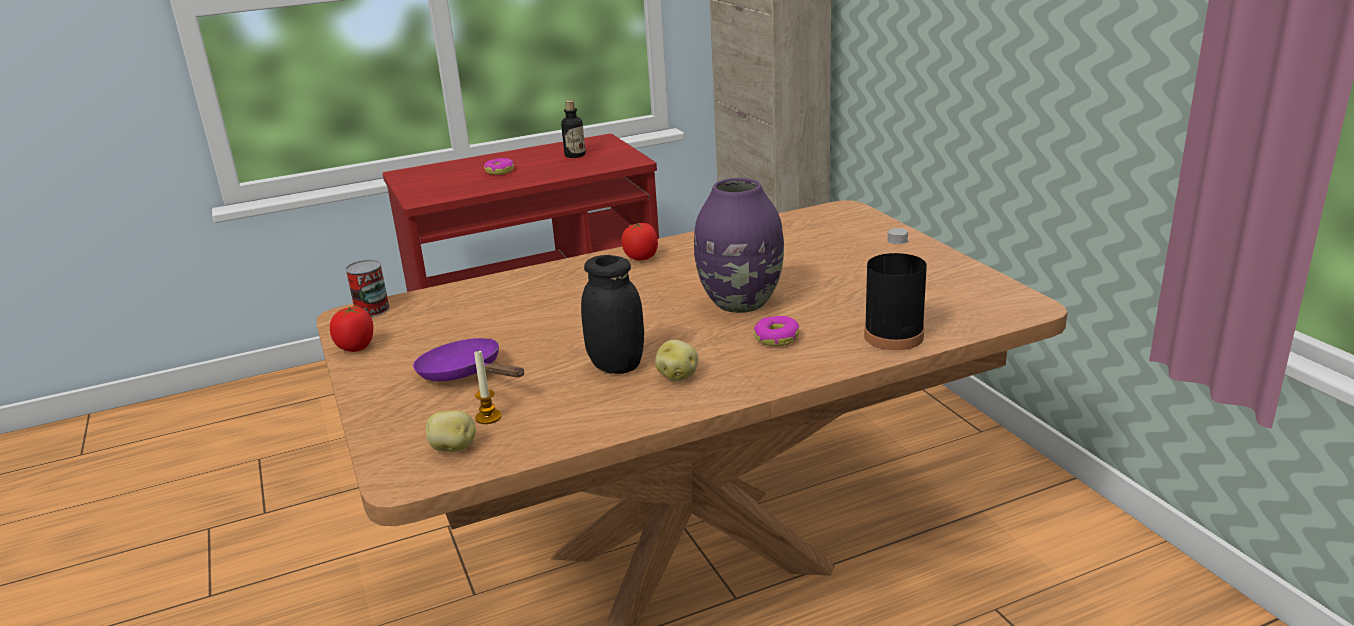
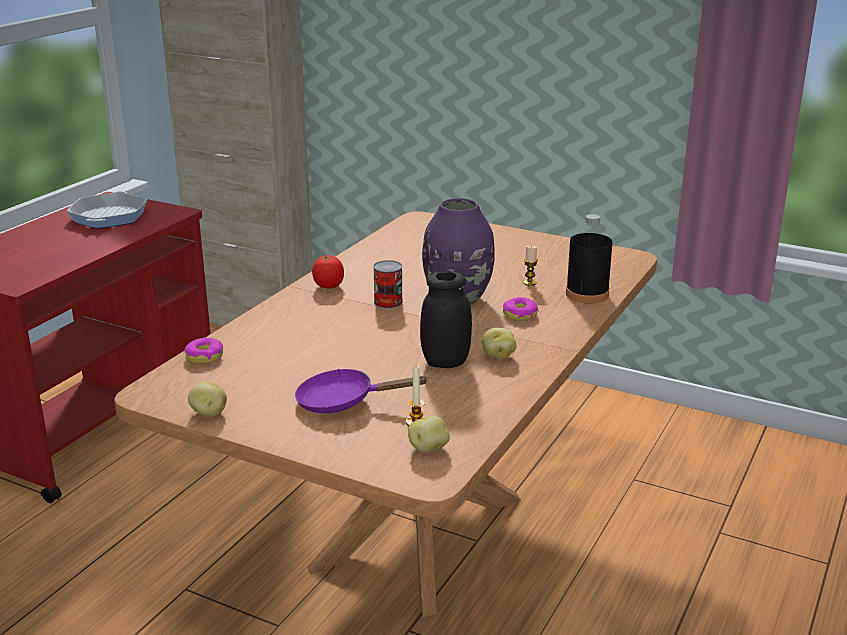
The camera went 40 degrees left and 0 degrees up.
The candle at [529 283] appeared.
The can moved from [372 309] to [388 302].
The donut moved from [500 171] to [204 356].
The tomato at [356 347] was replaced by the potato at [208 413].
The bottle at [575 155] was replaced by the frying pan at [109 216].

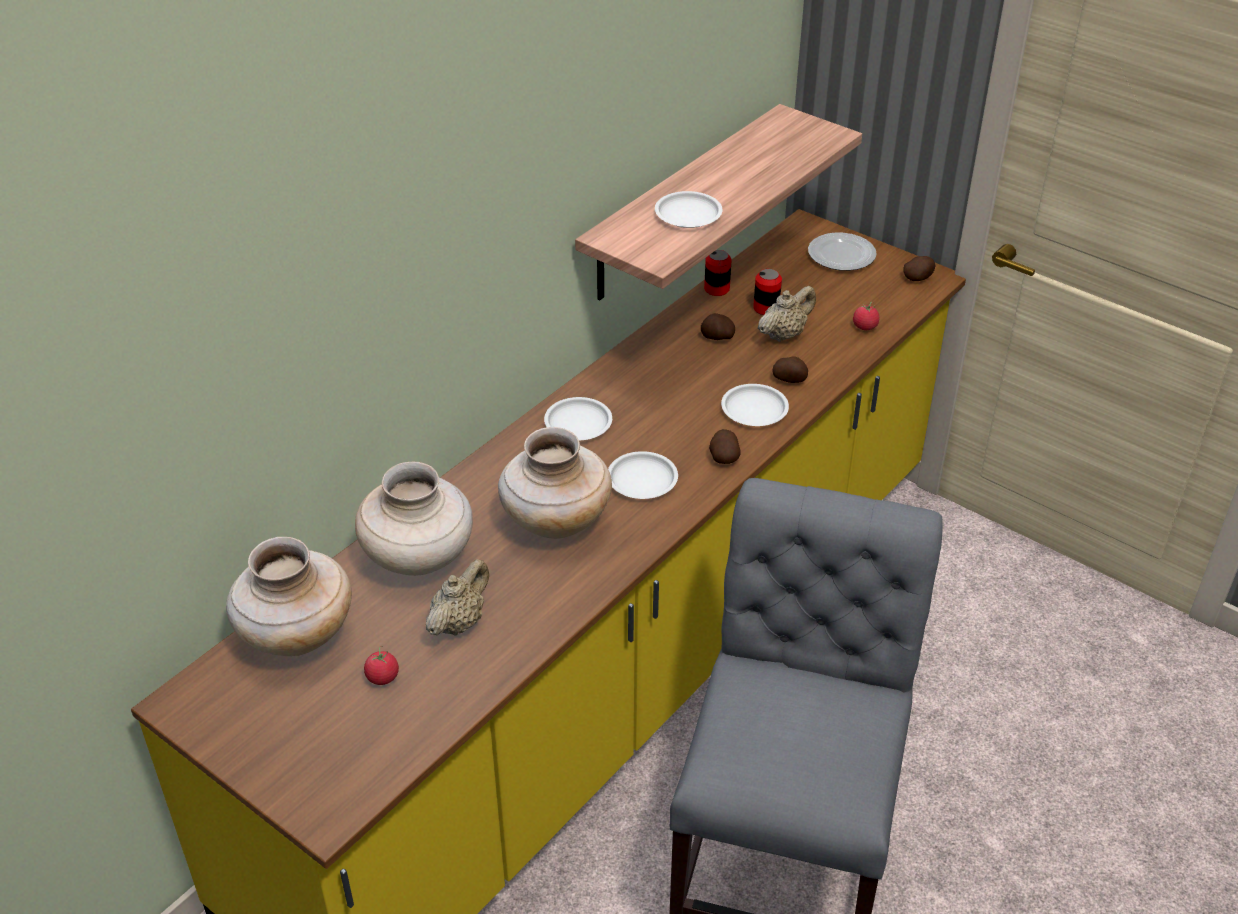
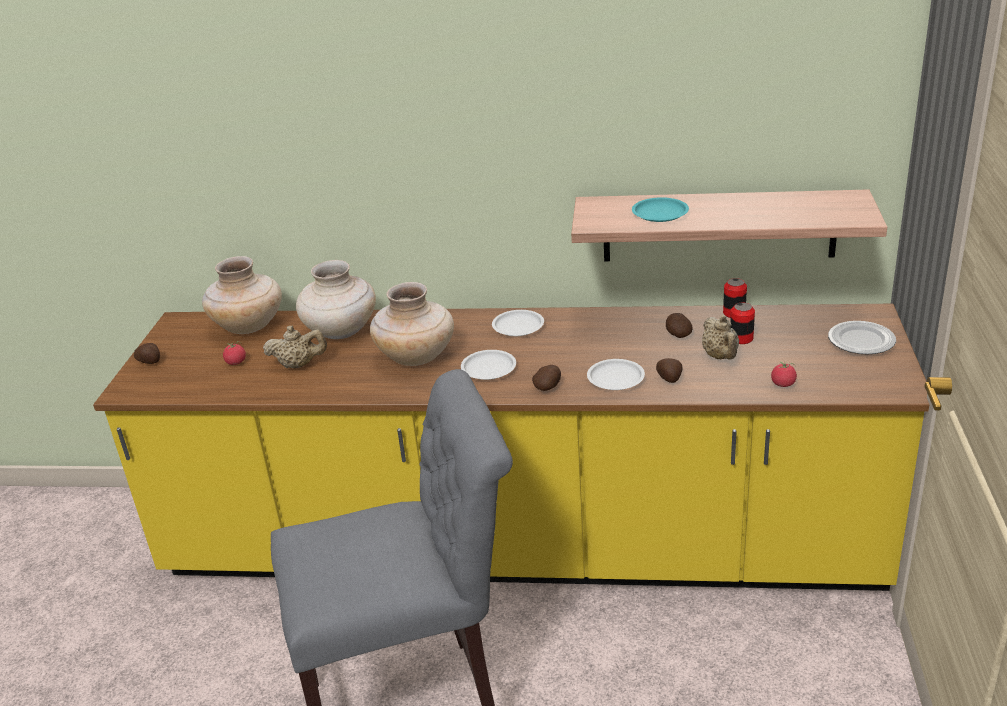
The camera went 60 degrees right and 10 degrees down.
The potato moved from [918 278] to [150 362].
The white plate at [688 214] became the turquoise plate at [660 213].
The beige teapot at [784 334] turned 60 degrees clockwise.

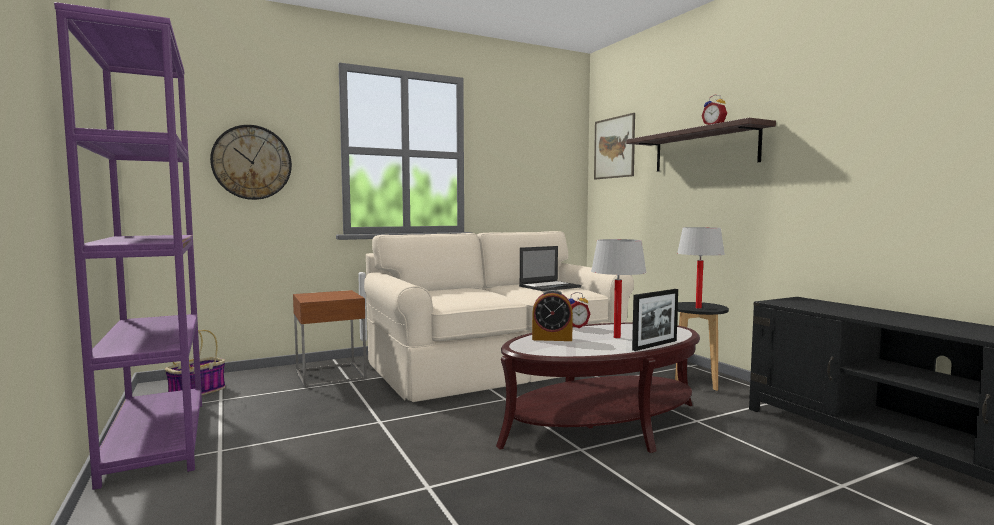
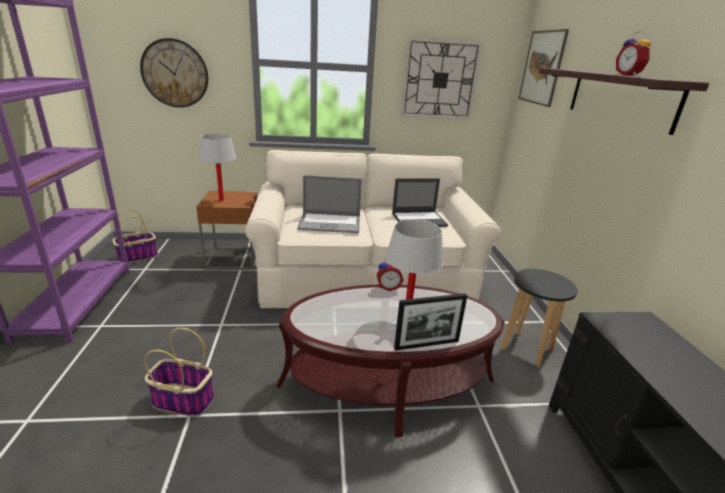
The camera went 20 degrees right and 20 degrees up.
The alarm clock at [552 338] disappeared.
The basket at [182 400] appeared.
The laptop at [329 223] appeared.
The wall clock at [439 80] appeared.
The white table lamp moved from [698 308] to [221 200].

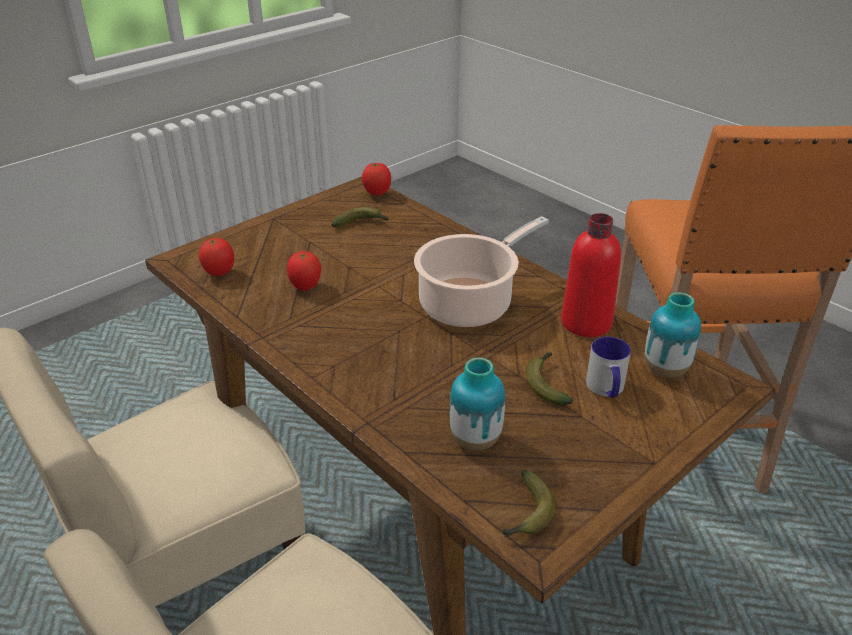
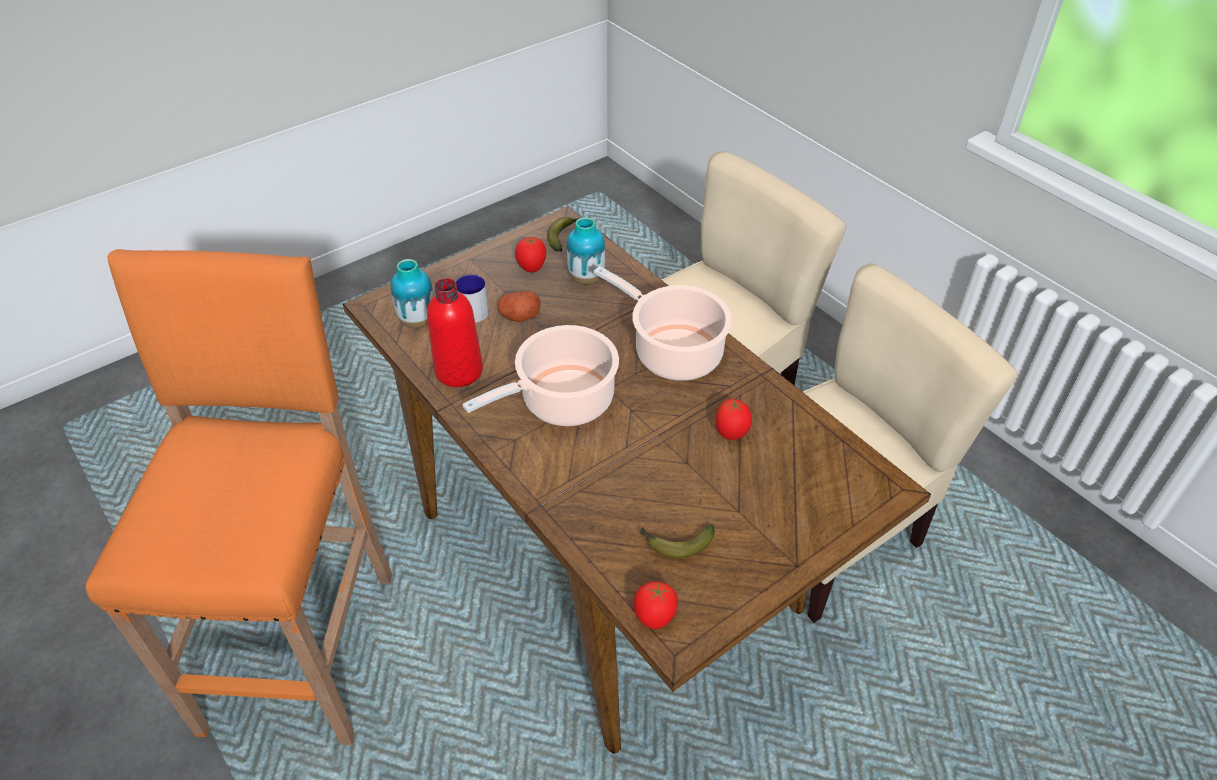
The camera went 175 degrees left and 10 degrees up.
The cooking pot at [673 352] appeared.
The tomato moved from [219 273] to [532 268].
The banana at [547 383] was replaced by the potato at [519 316].

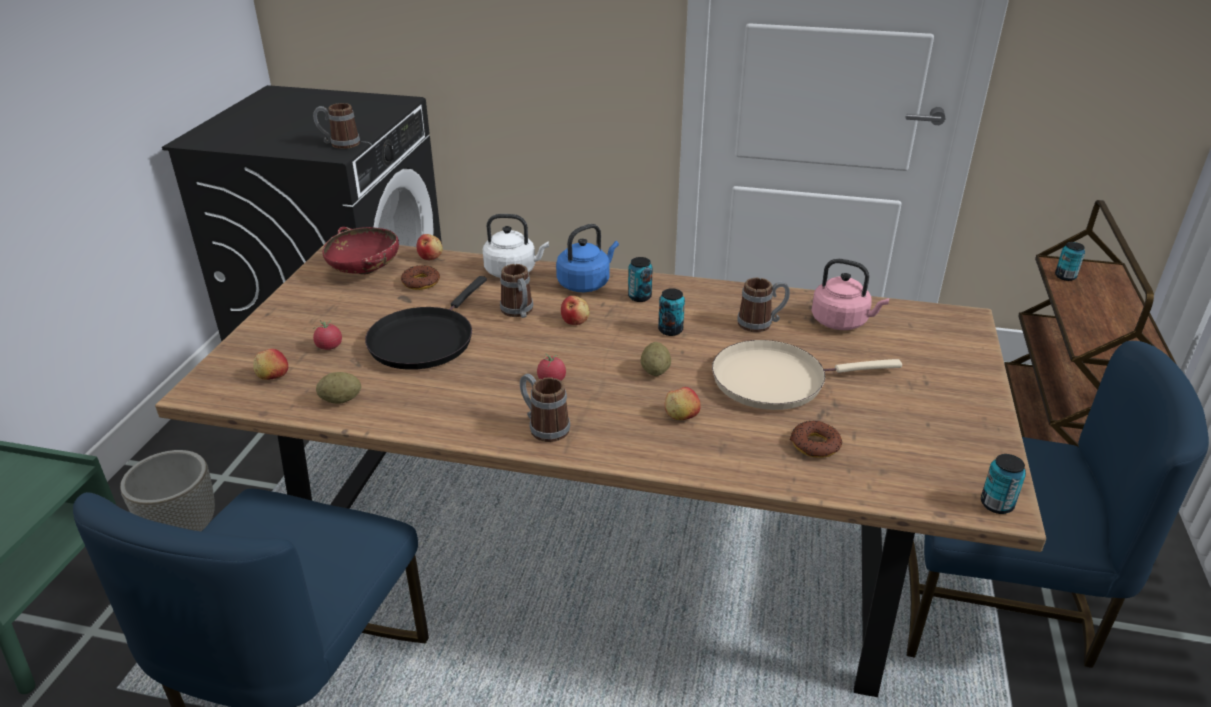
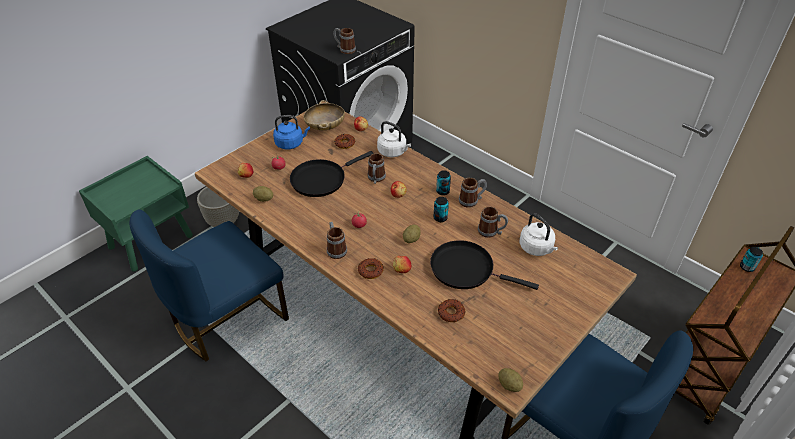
The camera went 30 degrees right and 10 degrees up.
The donut at [370 271] appeared.
The mug at [471 200] appeared.
The blue kettle moved from [586 283] to [291 143].
The can at [996 504] was replaced by the potato at [509 385].
The red bowl at [364 270] became the beige bowl at [325 127].
The beige frying pan at [775 380] became the black frying pan at [466 269].
The pink kettle at [842 322] became the white kettle at [537 248].

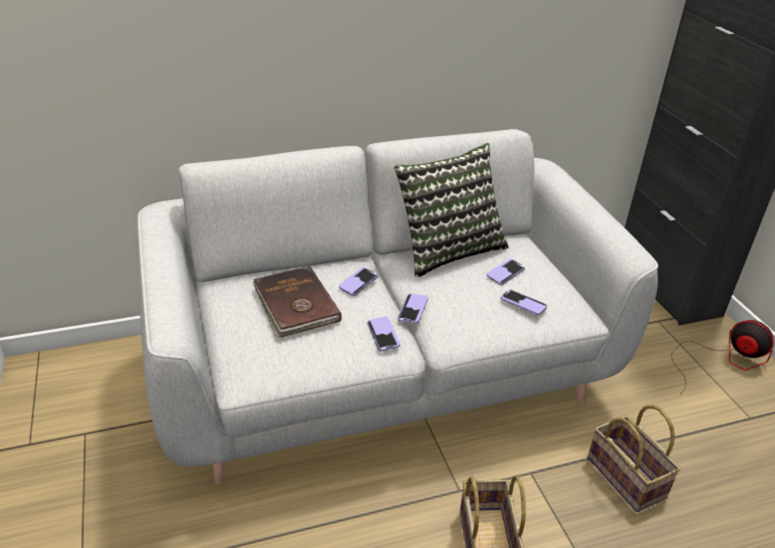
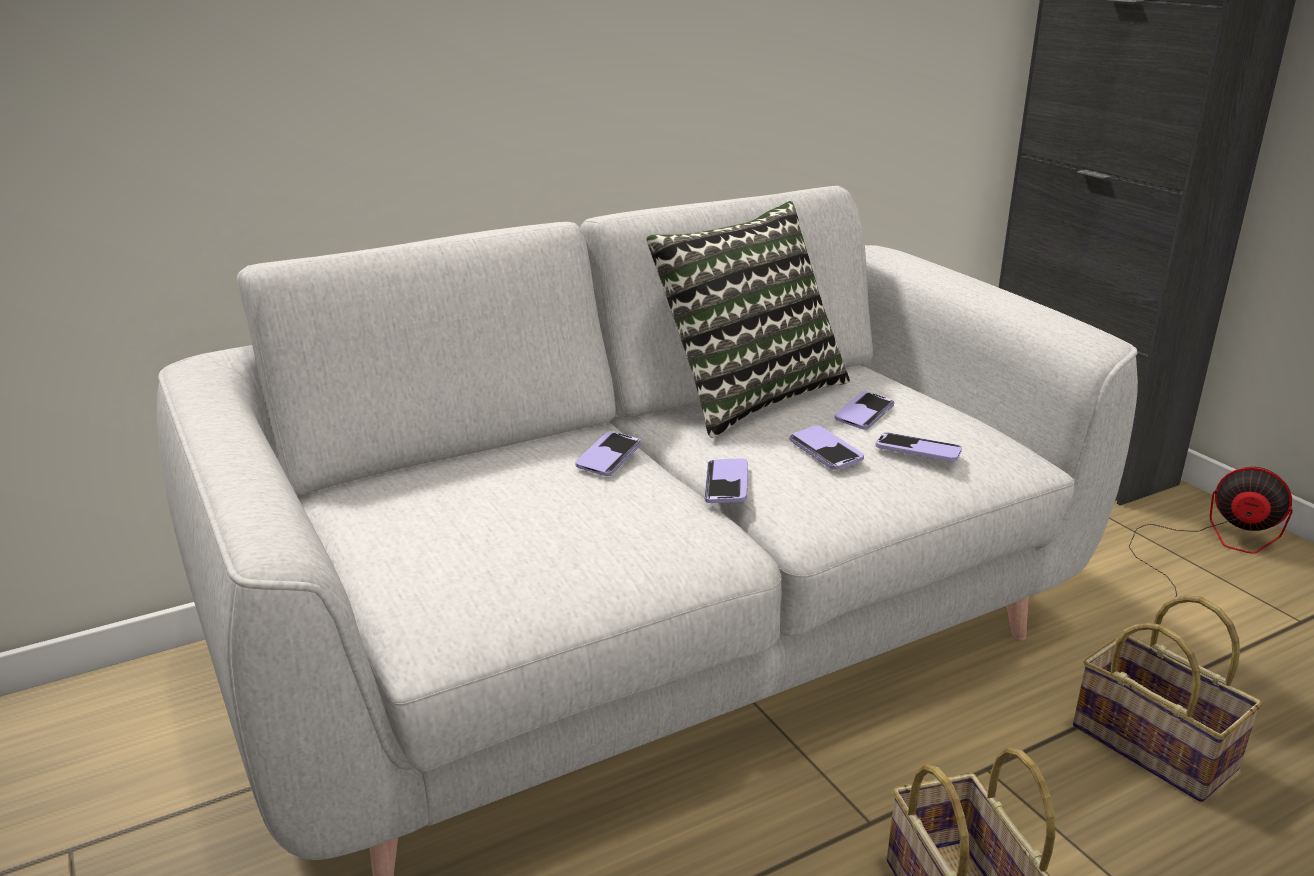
The camera went 10 degrees left and 10 degrees down.
The brown book at [295 305] disappeared.
The phone moved from [383 335] to [825 450].

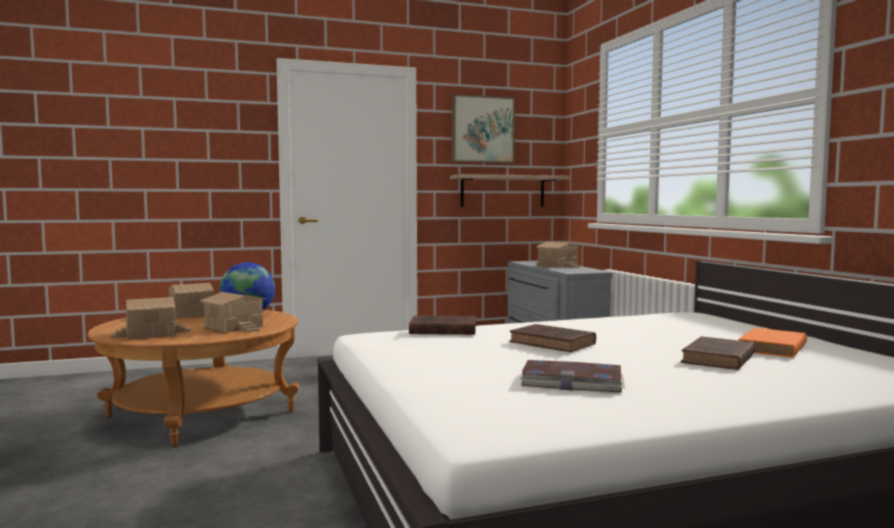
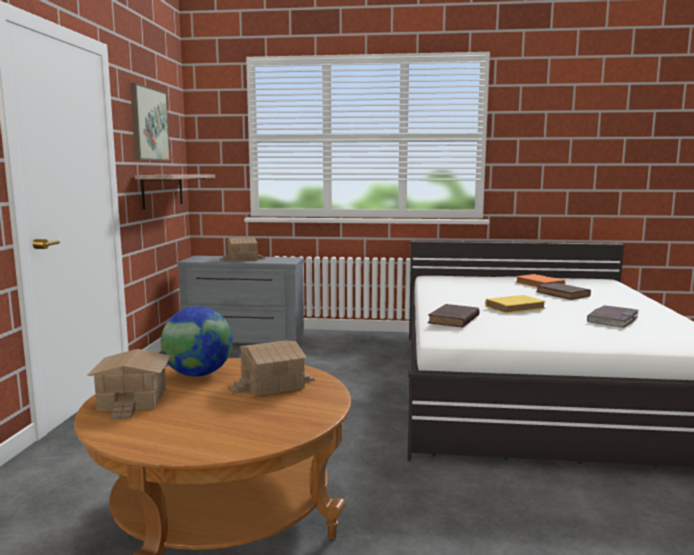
The camera went 65 degrees left and 5 degrees up.
The toy house at [150 333] disappeared.
The brown book at [554 343] became the yellow book at [516 307].

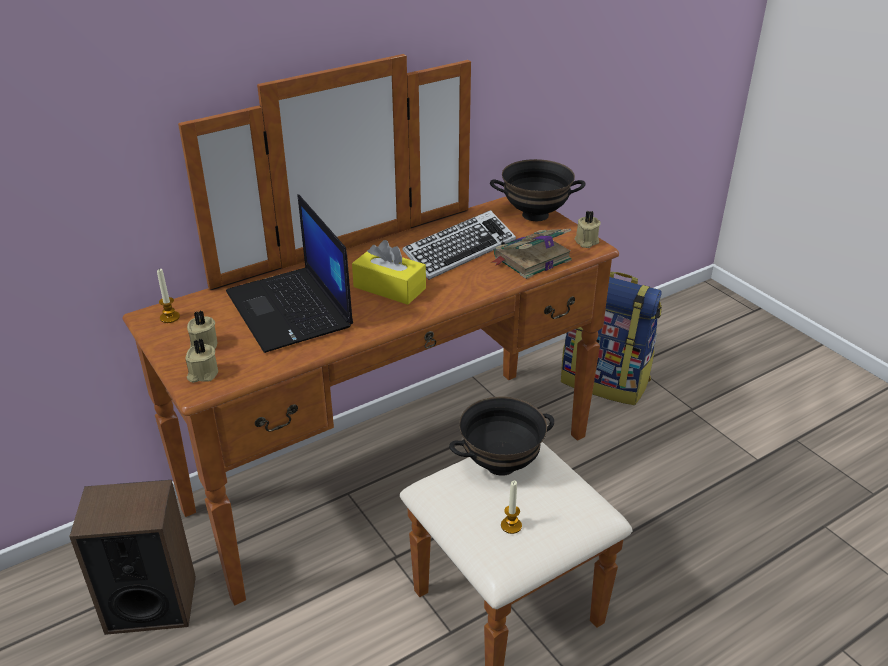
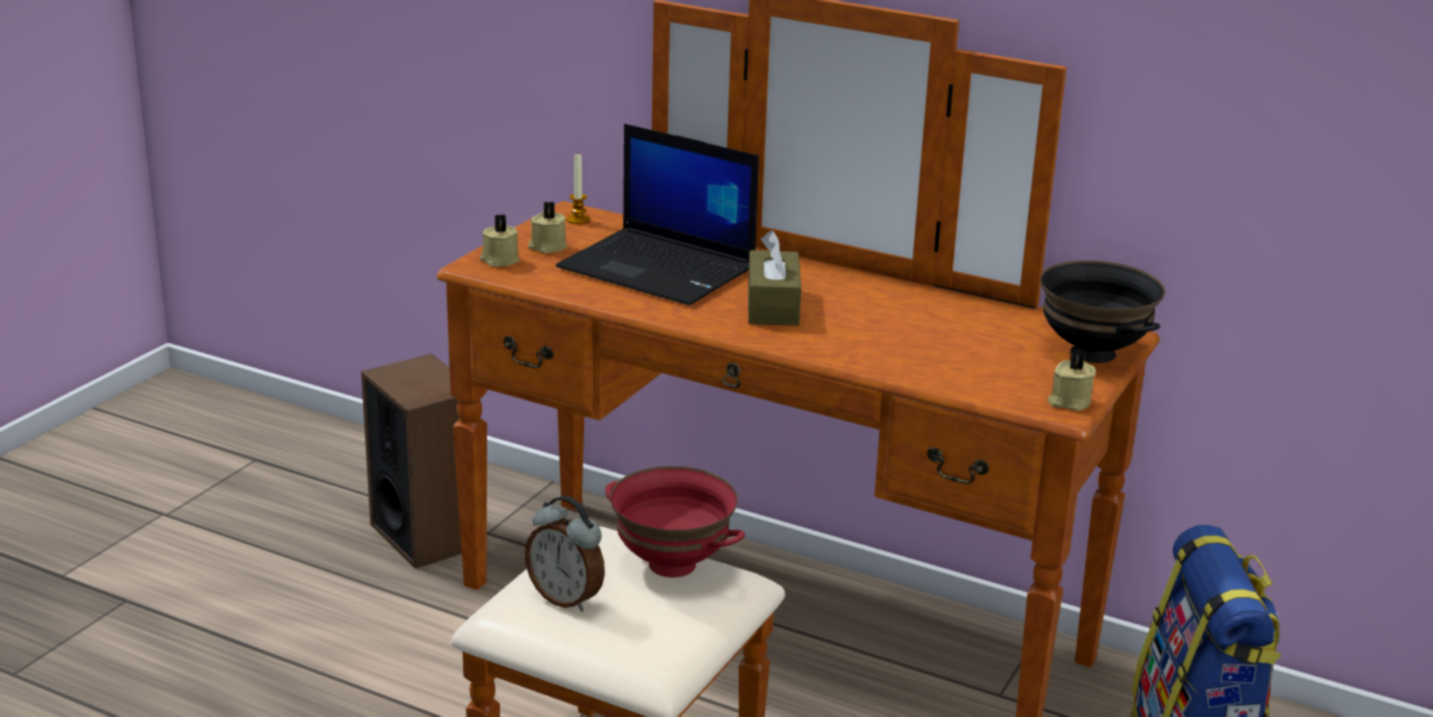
The camera went 60 degrees right and 10 degrees down.
The keyboard at [459 251] disappeared.
The book at [530 259] disappeared.
The candle at [511 526] was replaced by the alarm clock at [566 598].
The yellow tissue box at [389 288] became the brown tissue box at [773 306].
The black bowl at [501 463] became the red bowl at [673 564].
The laptop at [291 310] turned 90 degrees counterclockwise.

